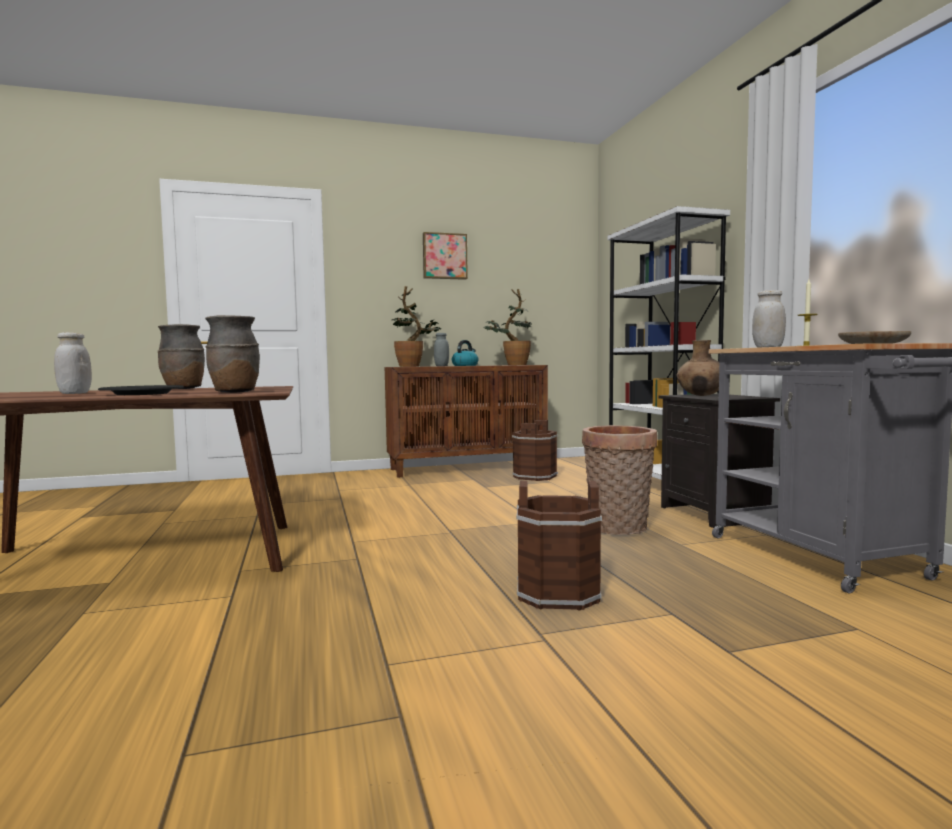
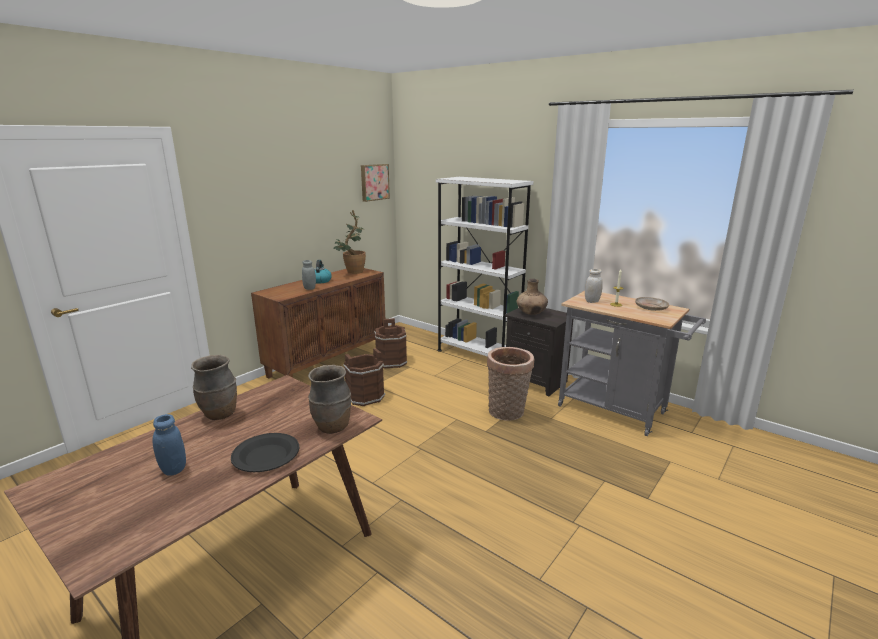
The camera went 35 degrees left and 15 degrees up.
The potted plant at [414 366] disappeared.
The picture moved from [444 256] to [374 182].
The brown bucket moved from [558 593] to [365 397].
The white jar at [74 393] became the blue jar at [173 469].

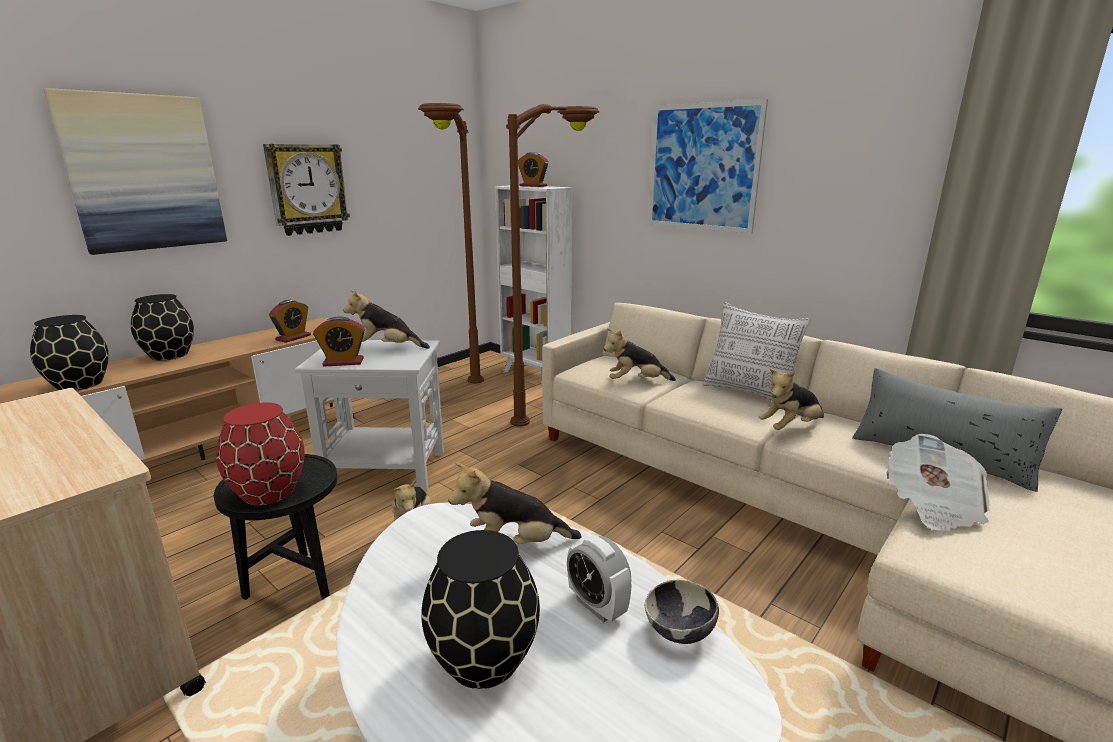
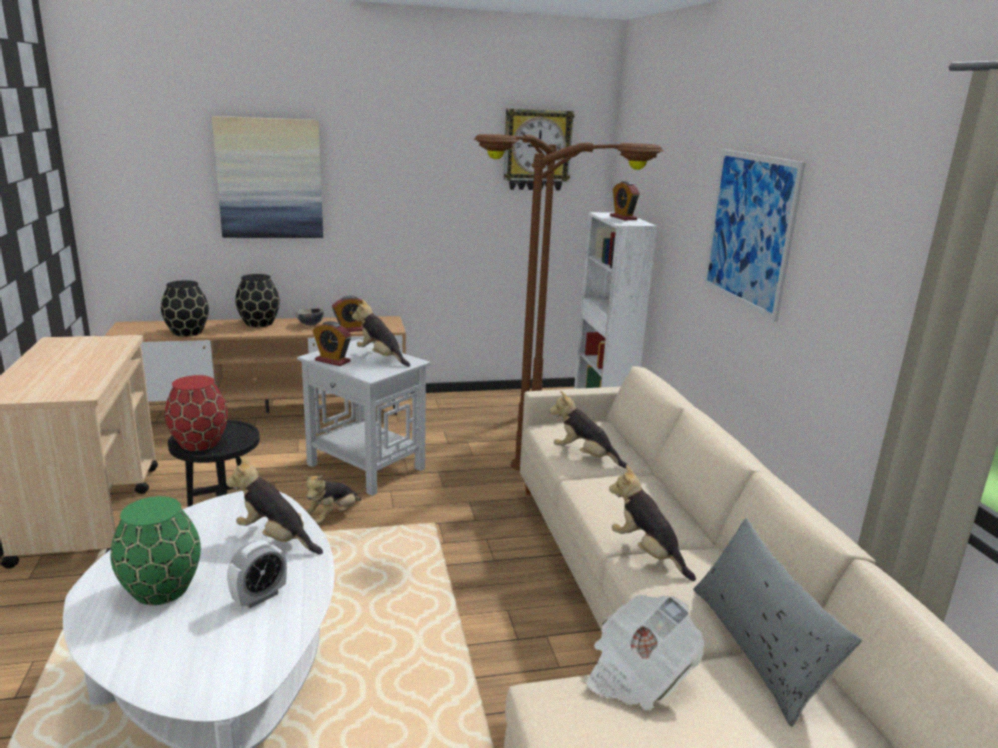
The camera went 35 degrees right and 0 degrees up.
The pillow at [748 393] disappeared.
The wall clock moved from [307 189] to [536 150].
The bowl moved from [679 633] to [310 325].
The black vase at [485 658] became the green vase at [163 589].
The alarm clock at [597 606] turned 135 degrees counterclockwise.
The plush toy at [791 427] turned 45 degrees clockwise.

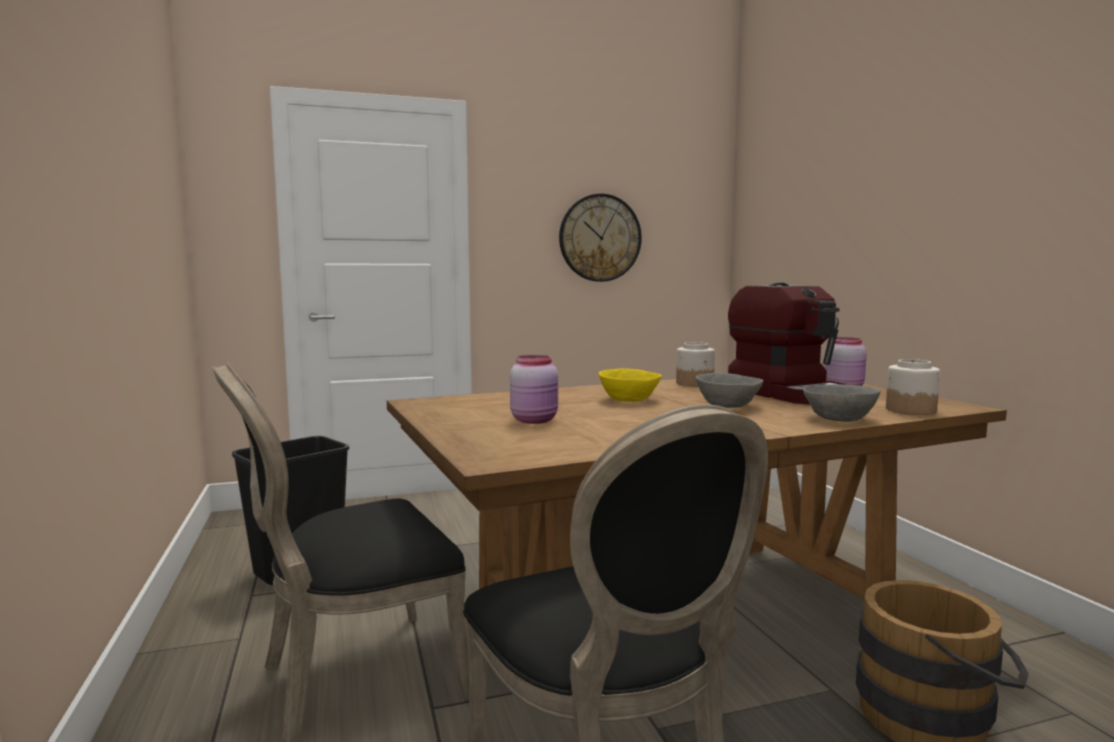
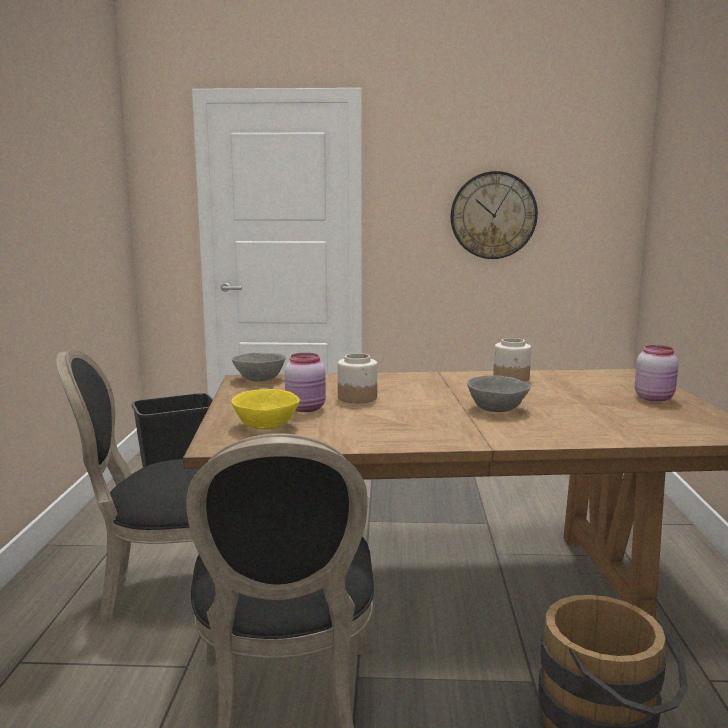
The camera went 20 degrees right and 5 degrees up.
The coffee machine at [789 393] disappeared.
The yellow bowl moved from [629 400] to [265 425].
The grey bowl moved from [839 418] to [260 379].
The jar moved from [910 410] to [357 398].

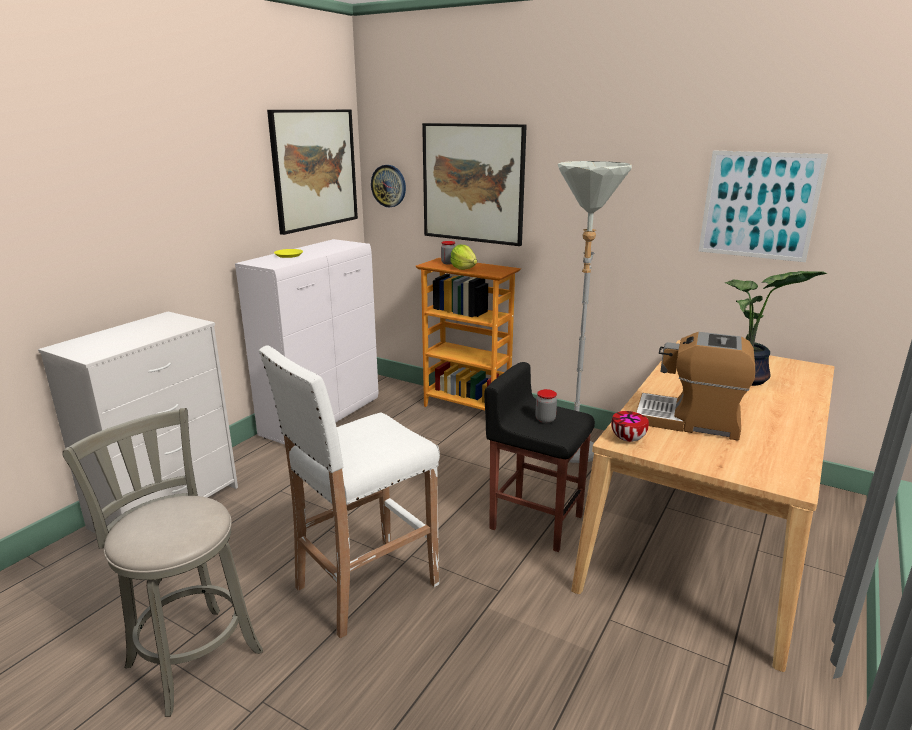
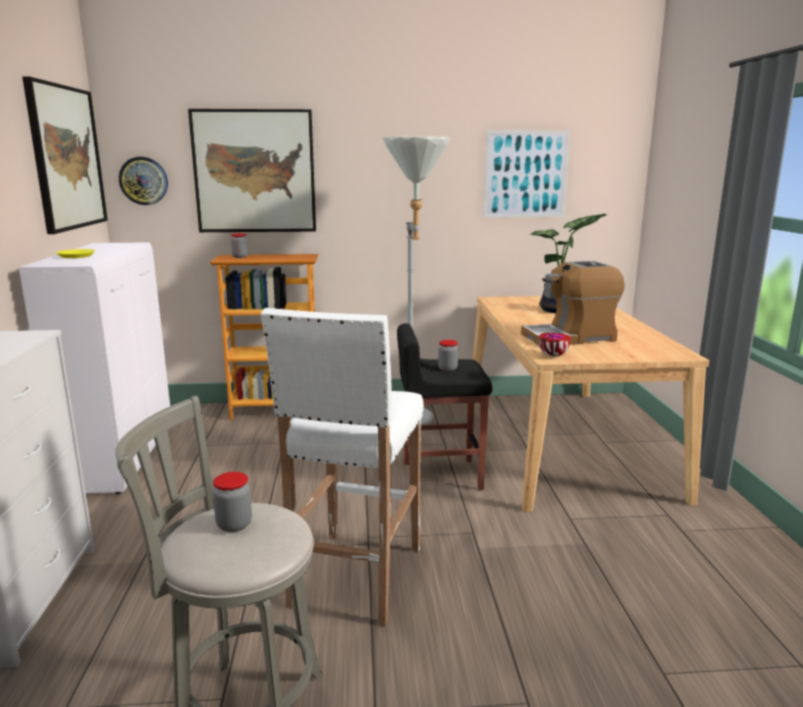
The camera went 35 degrees left and 5 degrees down.
The lettuce at [463 268] disappeared.
The jar at [234 525] appeared.

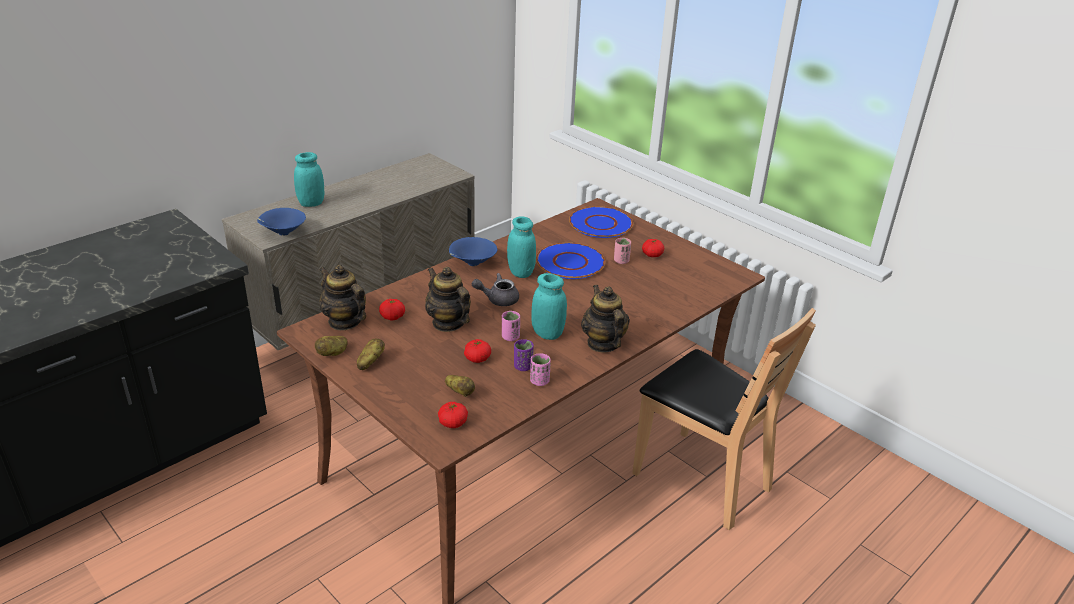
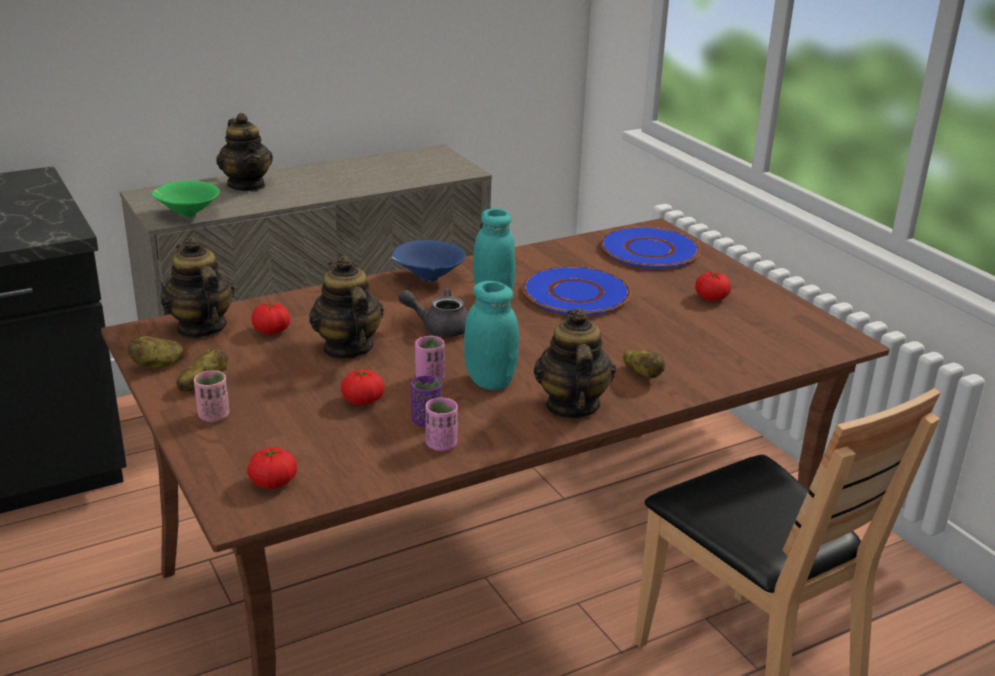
The camera went 15 degrees right and 5 degrees down.
The potato moved from [460 392] to [642 375].
The pink cup moved from [621 261] to [213 416].
The turquoise jar at [311 203] was replaced by the teapot at [247 185].
The blue bowl at [282 233] became the green bowl at [187 214].

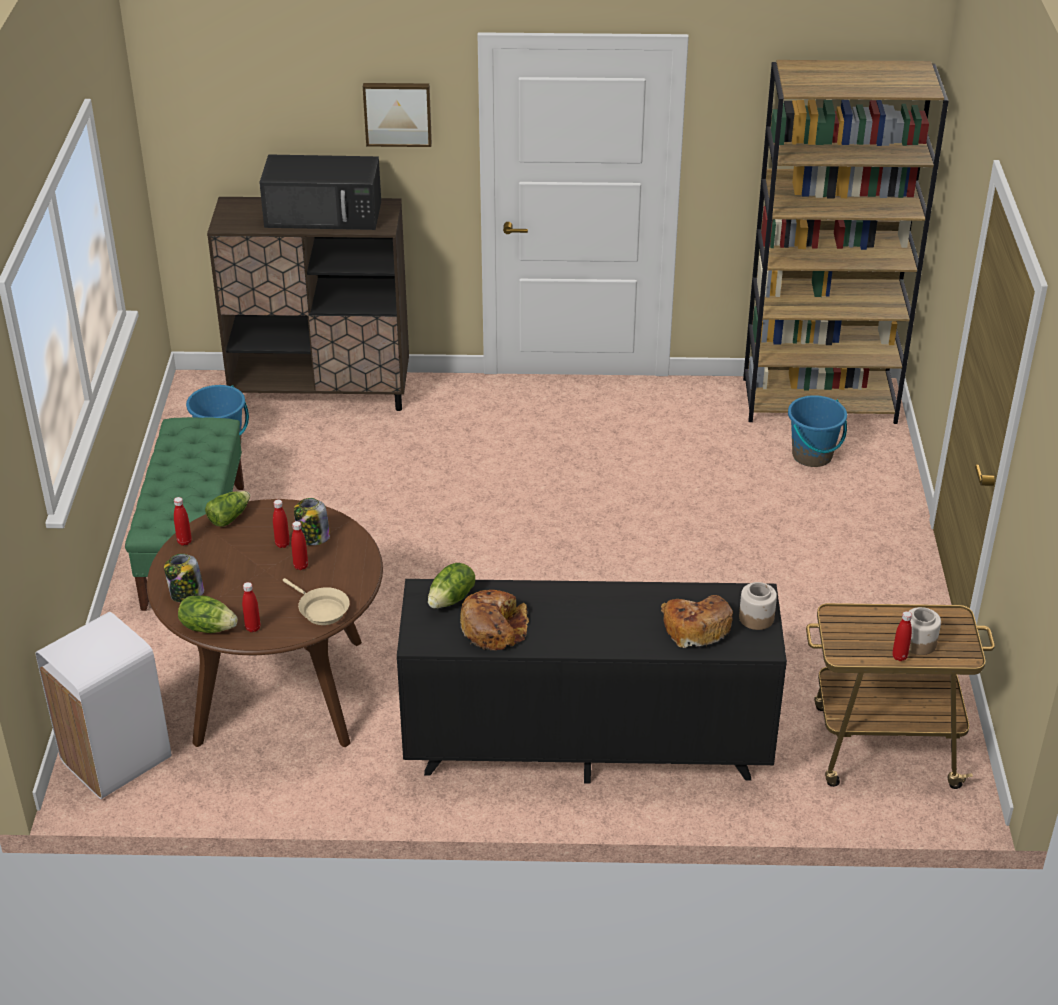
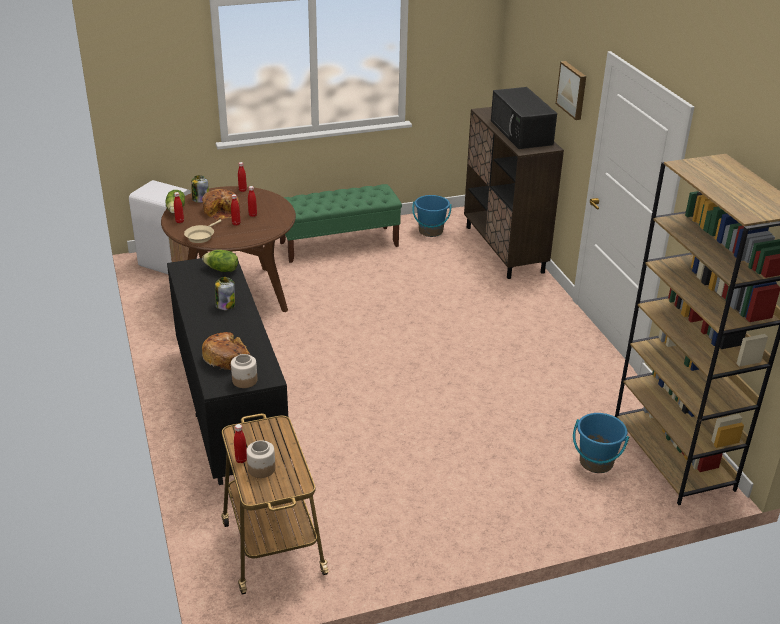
The camera went 70 degrees right and 5 degrees down.
The lettuce at [229 517] disappeared.
The jar moved from [313 537] to [225 305].
The bread moved from [494 628] to [222 210].

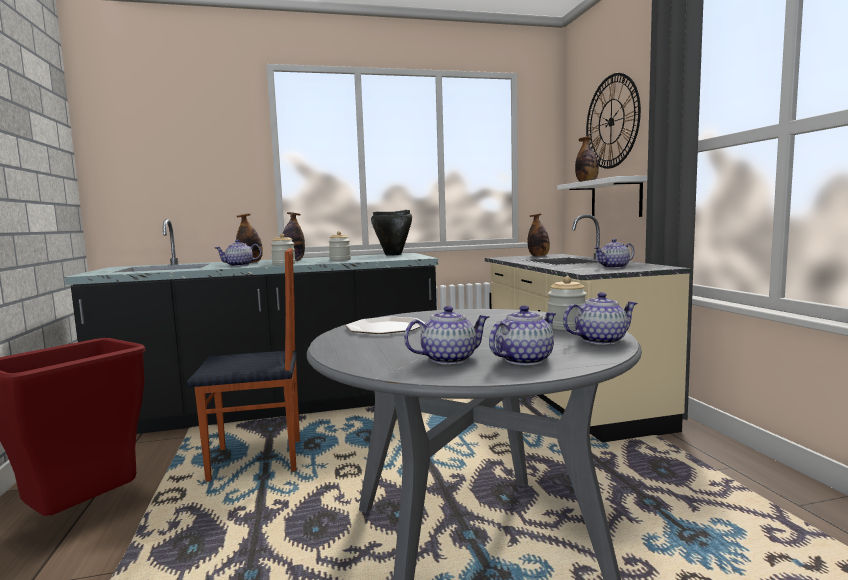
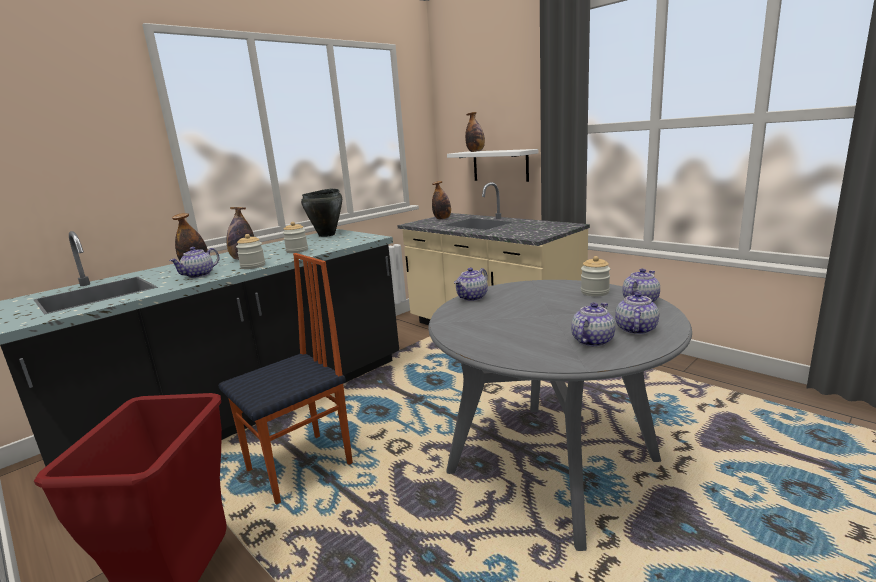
The camera went 30 degrees left and 10 degrees up.
The plate at [386 327] disappeared.
The wall clock at [611 122] disappeared.
The teapot moved from [614 267] to [472 297].

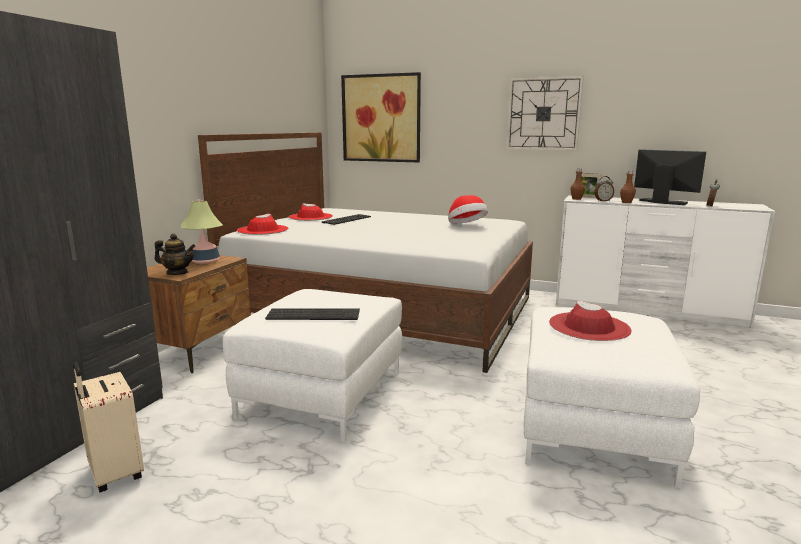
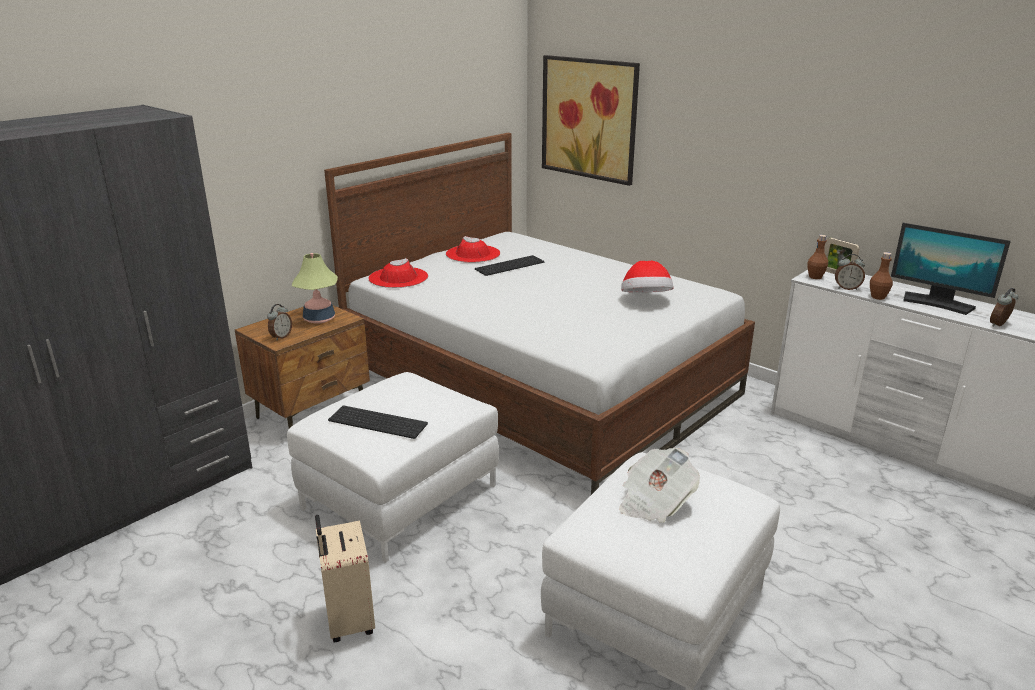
The camera went 20 degrees right and 10 degrees up.
The wall clock at [543 114] disappeared.
The beige suitcase moved from [114 474] to [348 621].
The teapot at [177 273] was replaced by the alarm clock at [281 337].
The red hat at [589 327] was replaced by the newspaper at [654 502].
The monitor at [663 202] turned 150 degrees clockwise.

